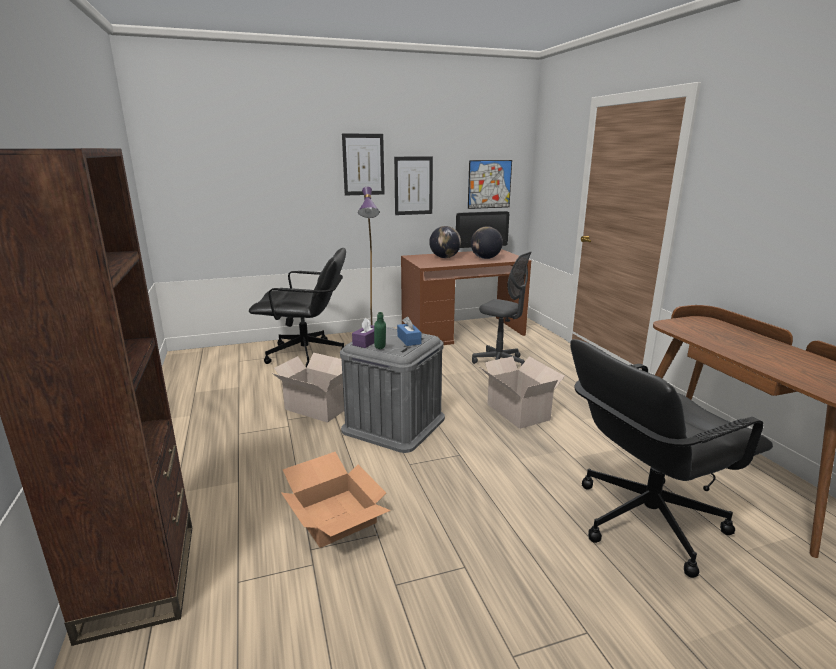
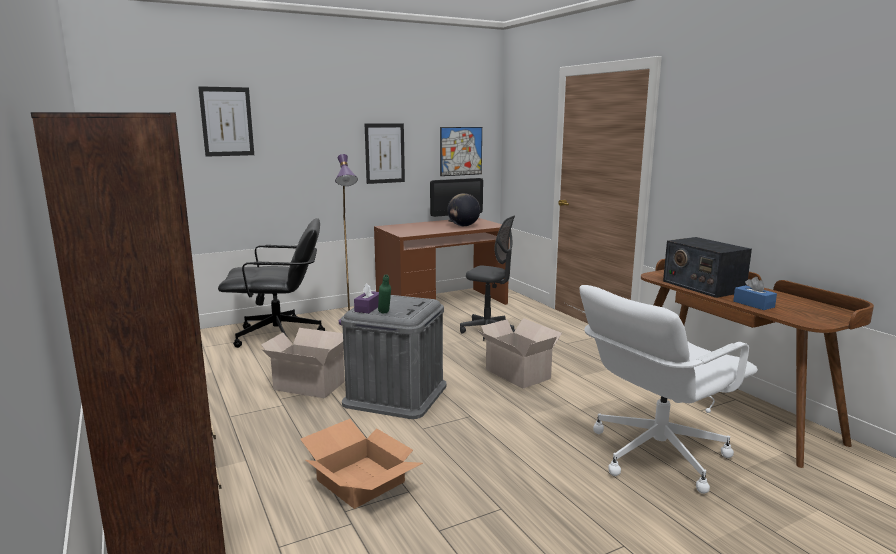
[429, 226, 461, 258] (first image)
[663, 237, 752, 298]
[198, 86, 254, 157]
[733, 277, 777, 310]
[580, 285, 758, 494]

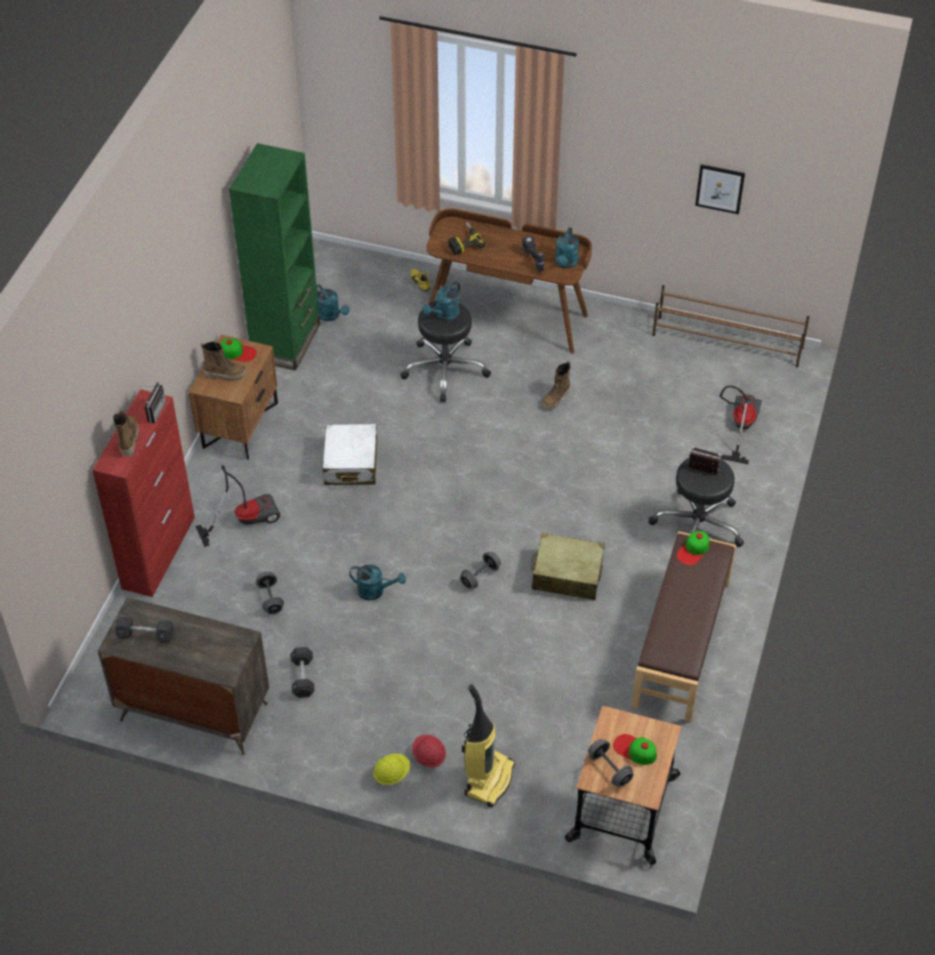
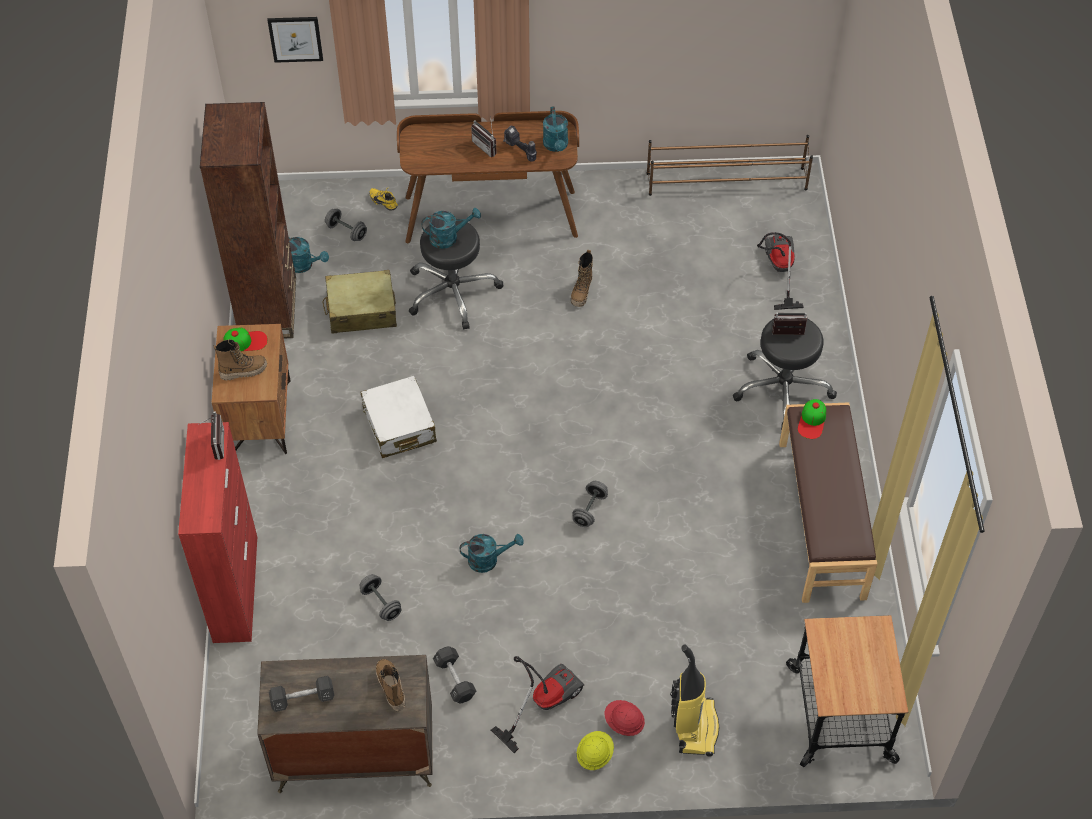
[448, 222, 485, 255] (first image)
[613, 734, 657, 765] (first image)
[471, 115, 497, 157]
[376, 659, 405, 712]
[491, 656, 584, 753]
[323, 270, 397, 334]
[325, 209, 367, 241]
[268, 17, 323, 63]
[200, 102, 296, 338]
[421, 208, 481, 249]

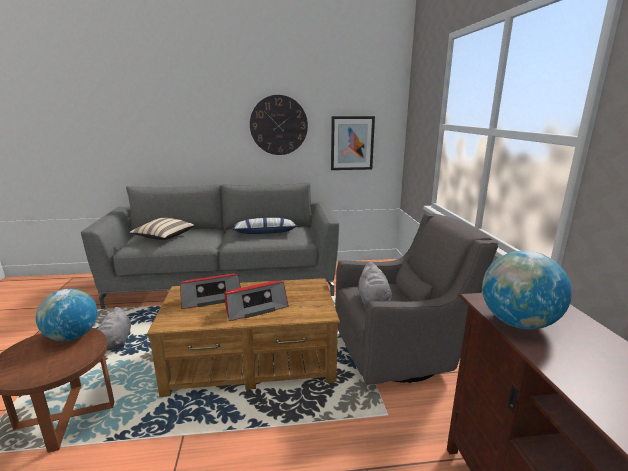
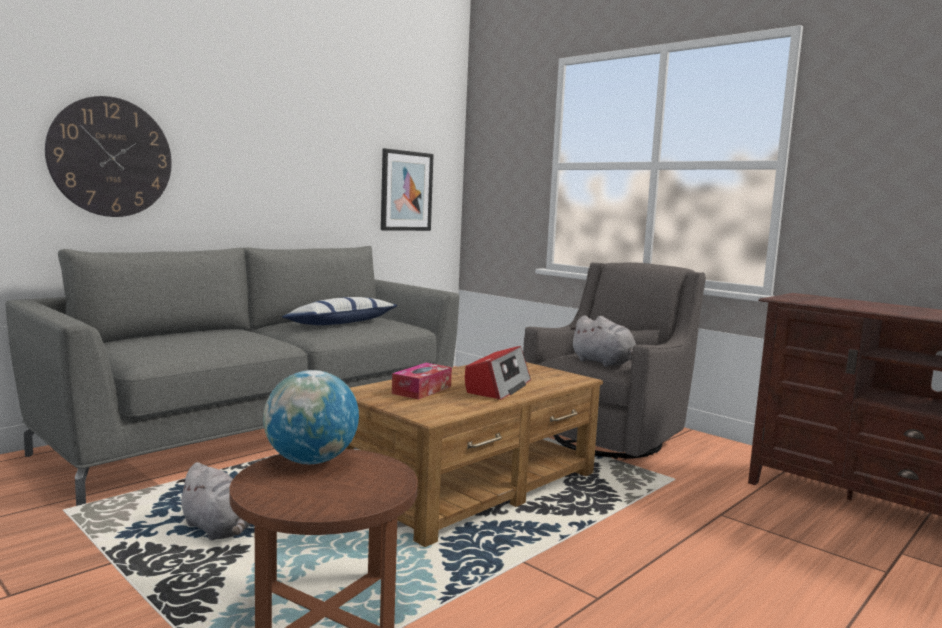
[129, 218, 194, 240] (first image)
[482, 251, 572, 329] (first image)
[45, 96, 172, 217]
[392, 363, 452, 400]

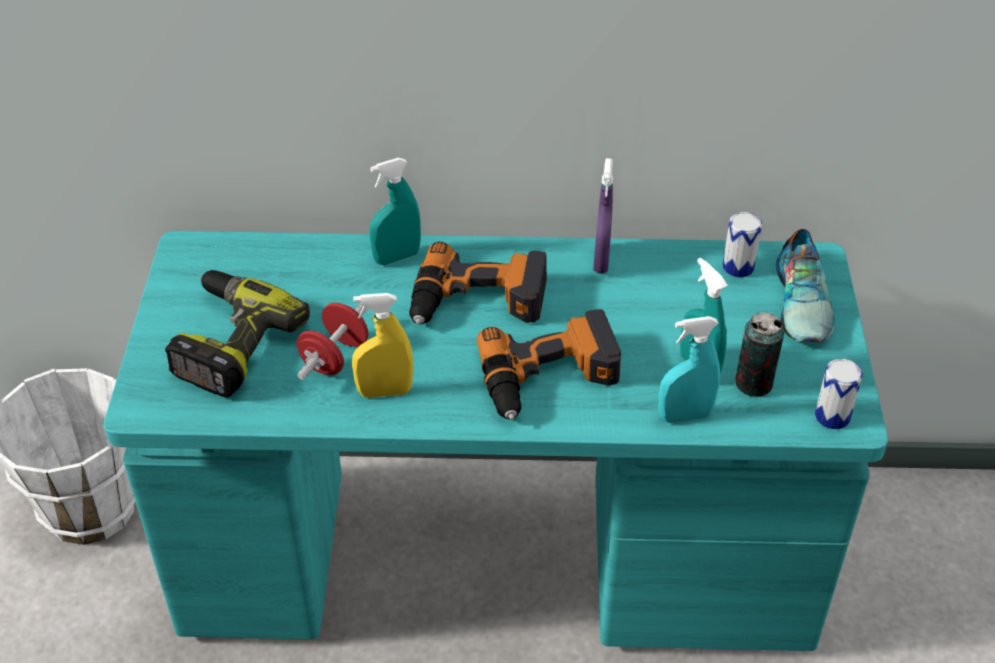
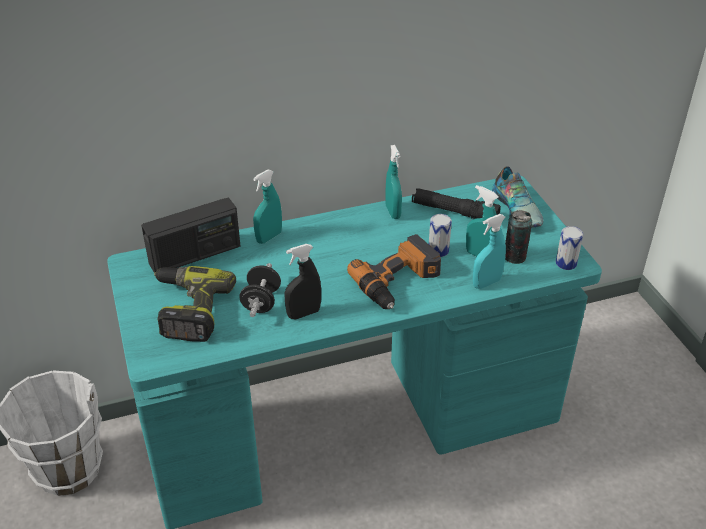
[409, 242, 547, 325] (first image)
[141, 198, 240, 272]
[412, 188, 501, 219]
[429, 214, 452, 257]
[240, 263, 281, 317]
[285, 244, 321, 319]
[385, 145, 402, 219]

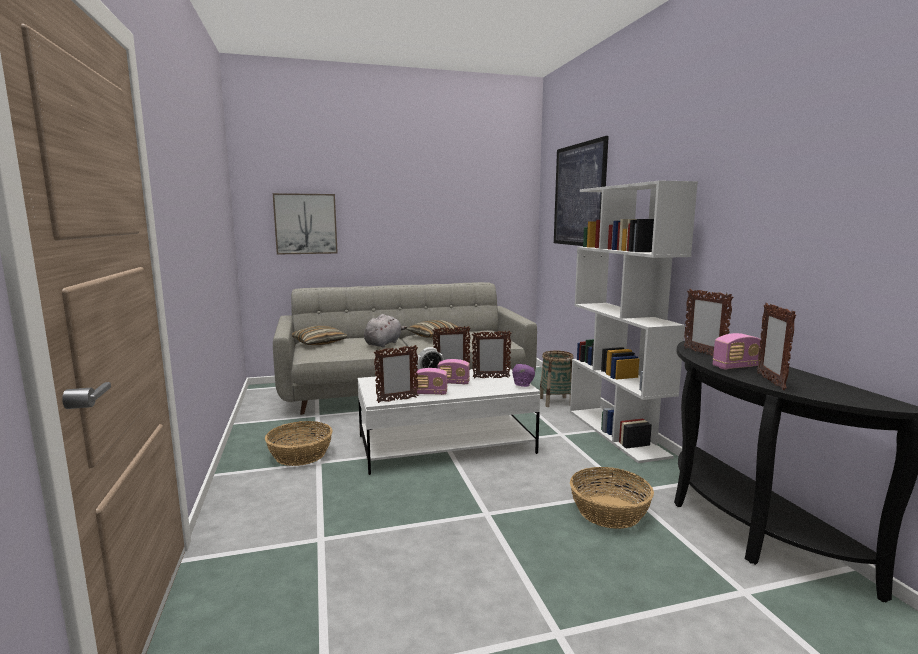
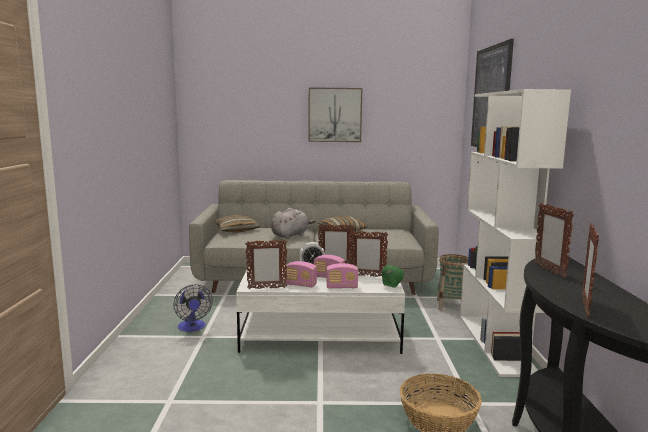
[308, 87, 362, 142]
[326, 263, 358, 288]
[173, 284, 213, 332]
[382, 265, 404, 288]

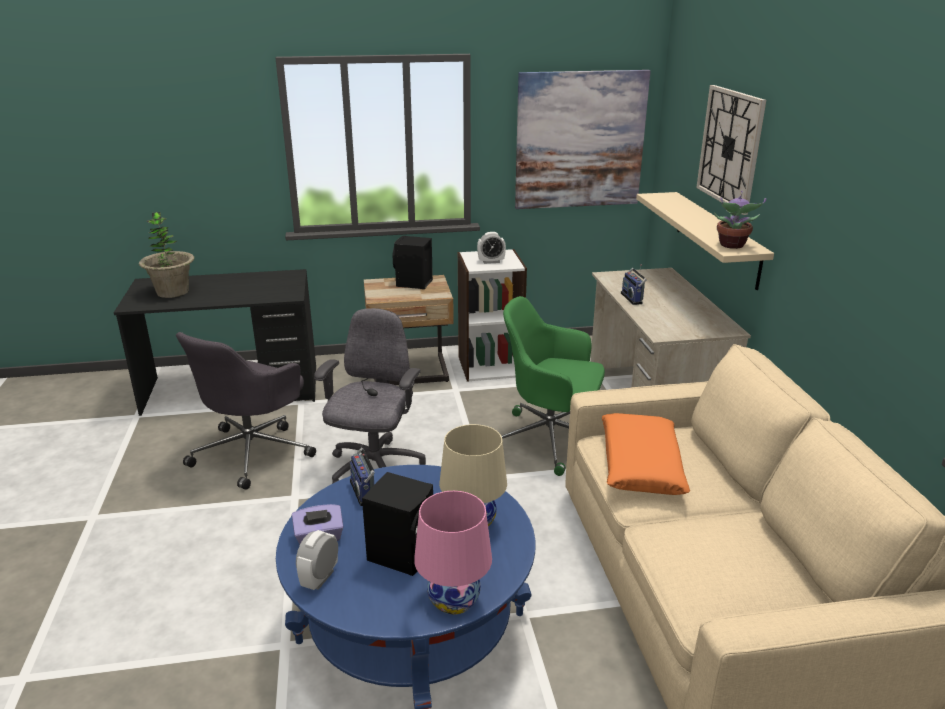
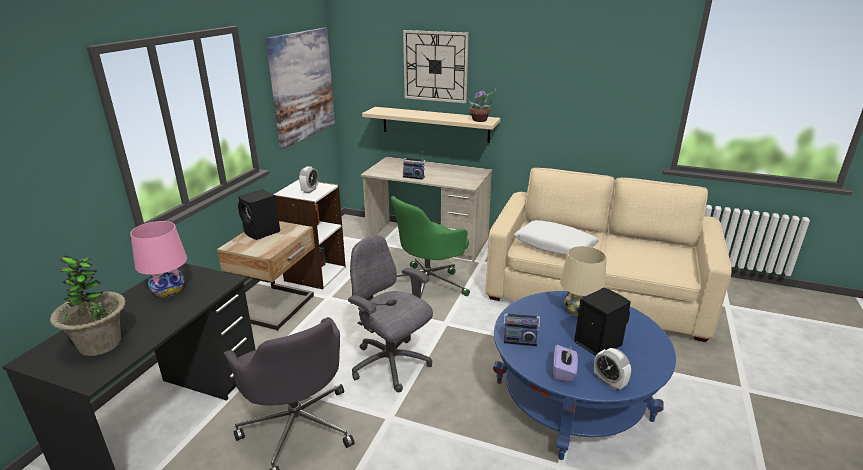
[130, 221, 187, 298]
[514, 220, 599, 255]

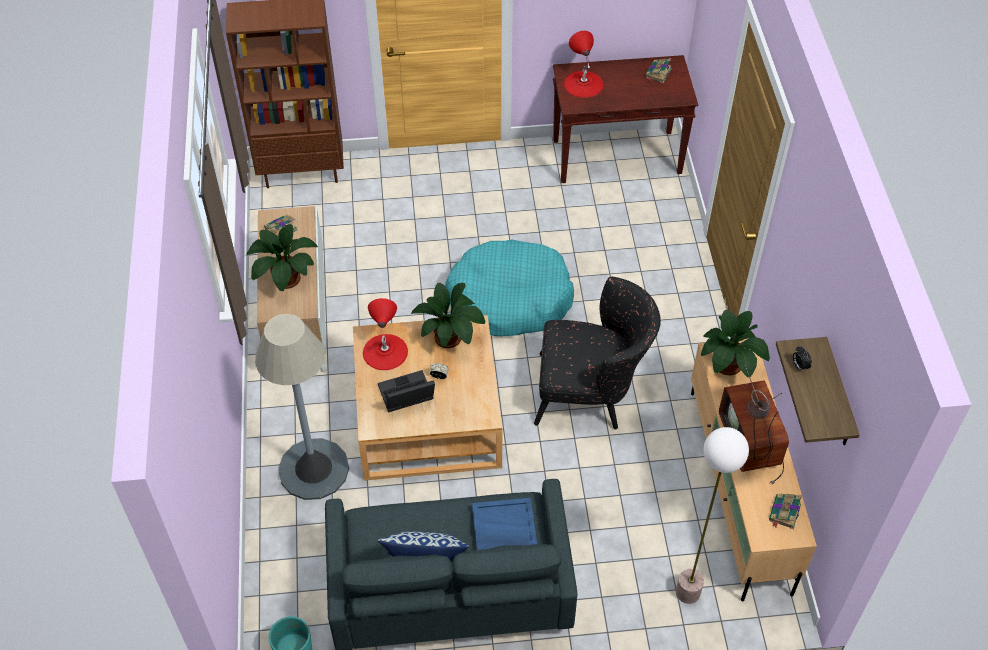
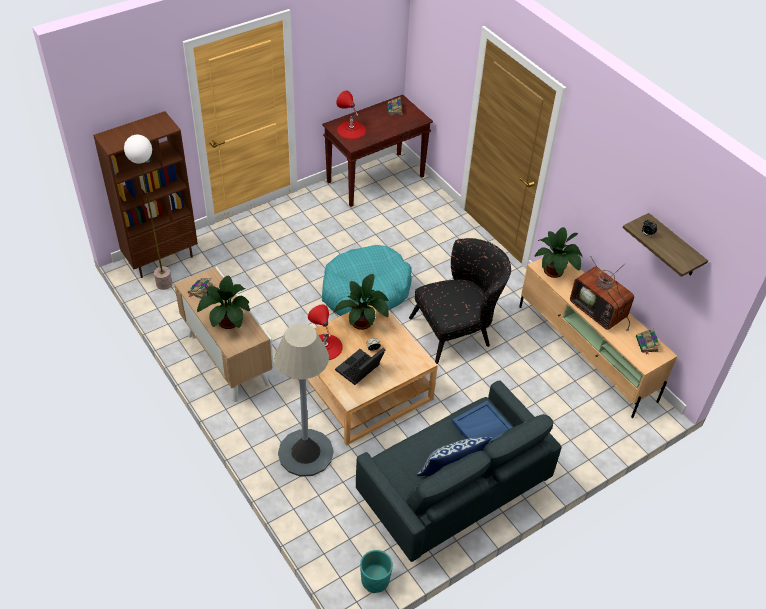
[124, 135, 172, 290]

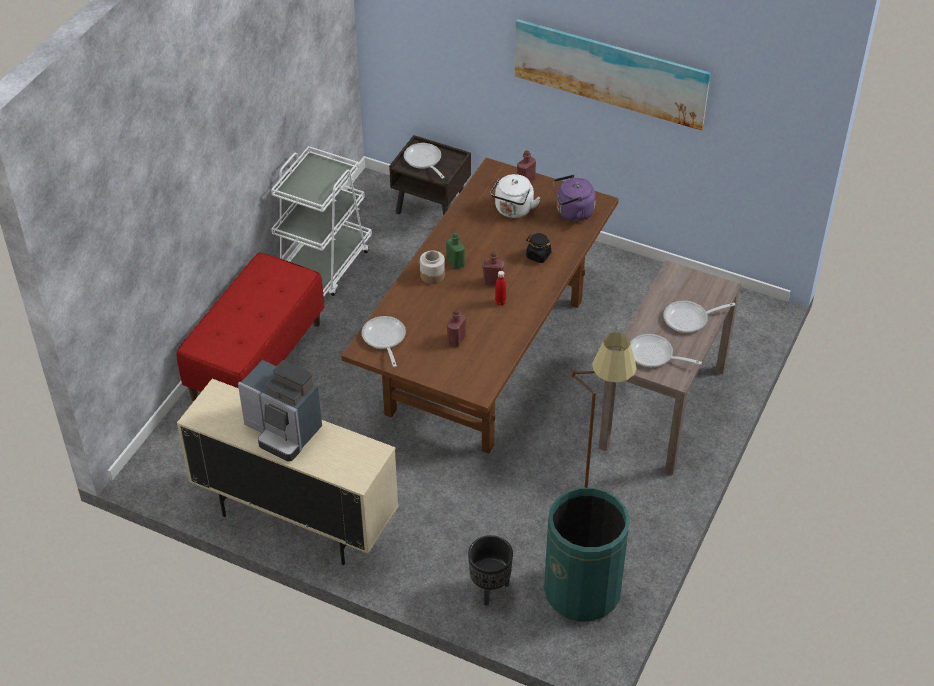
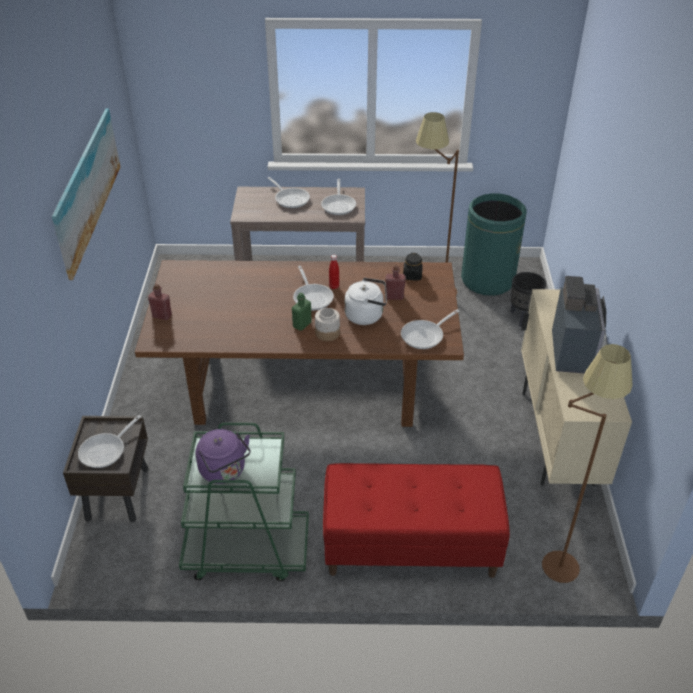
[542, 344, 632, 583]
[345, 278, 387, 325]
[403, 253, 423, 280]
[196, 429, 251, 484]
[293, 266, 334, 311]
[179, 422, 309, 581]

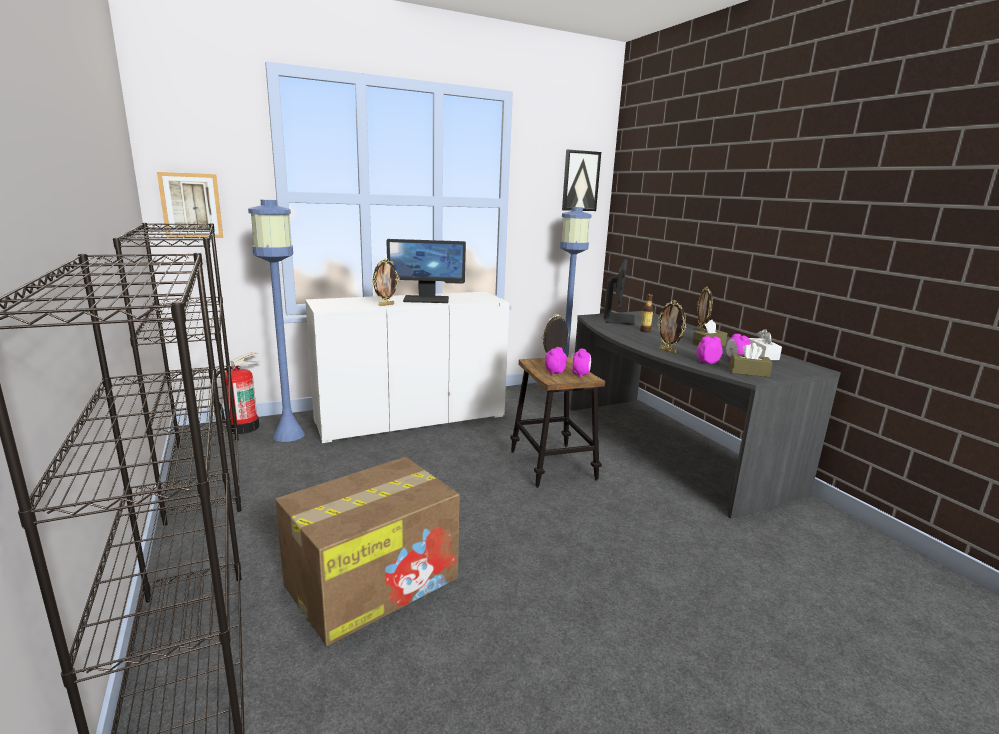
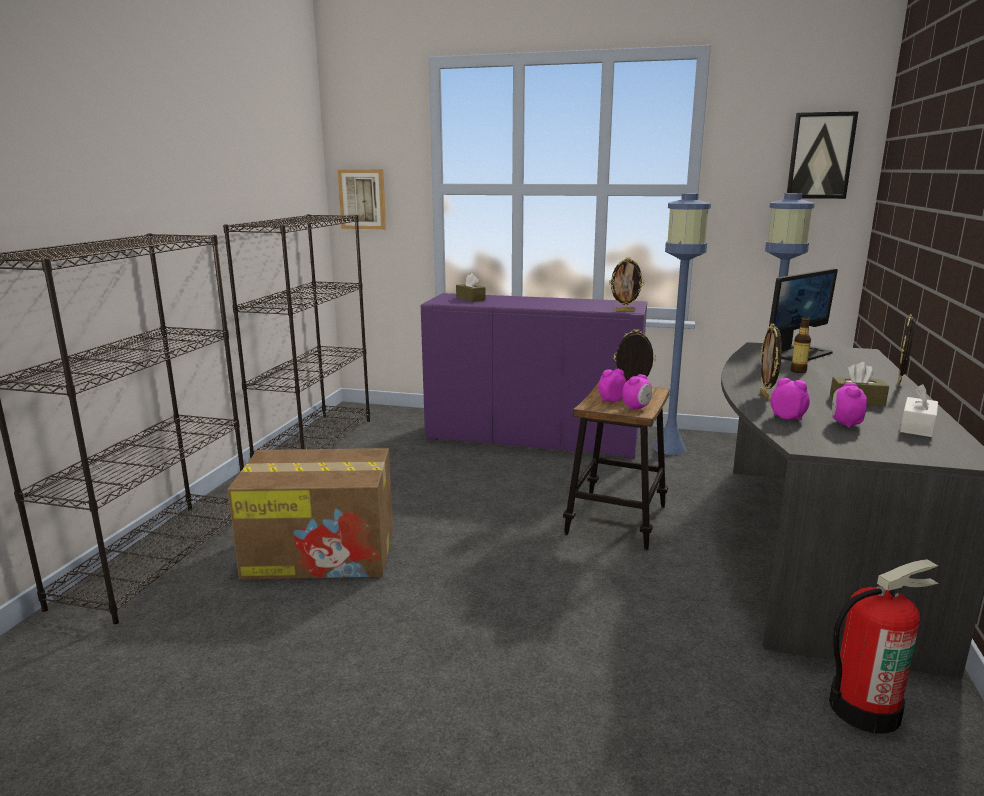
[386, 239, 466, 303] (first image)
[829, 559, 939, 734]
[653, 193, 711, 455]
[609, 257, 644, 312]
[456, 273, 486, 302]
[421, 293, 647, 459]

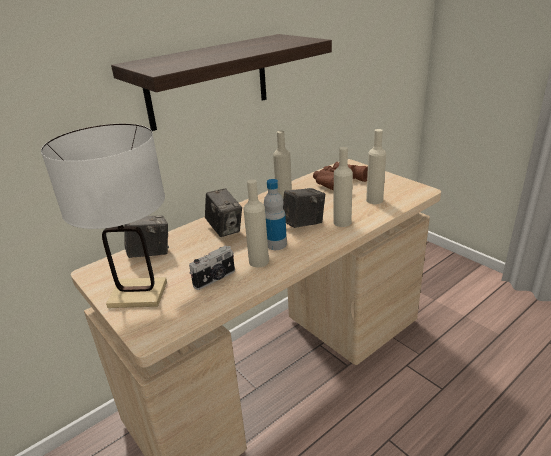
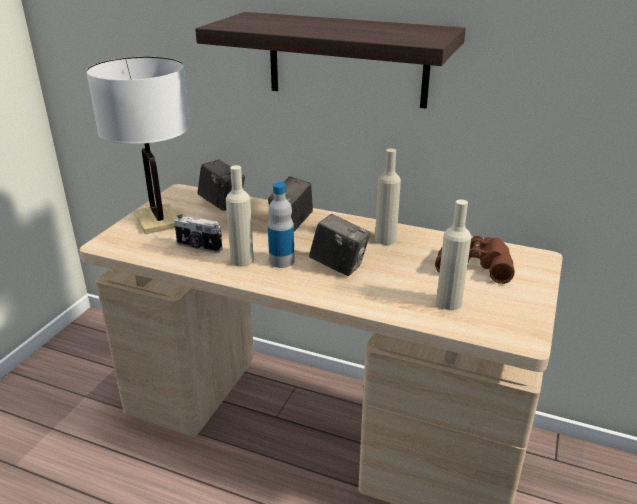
[333, 147, 353, 227] (first image)

